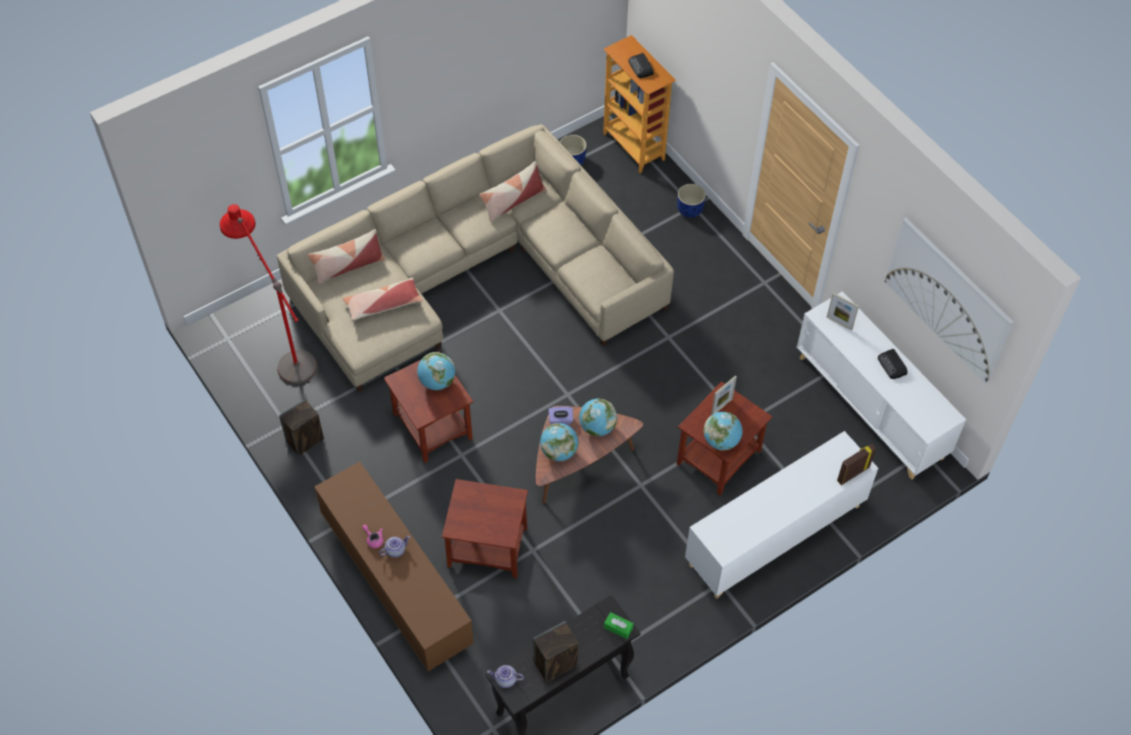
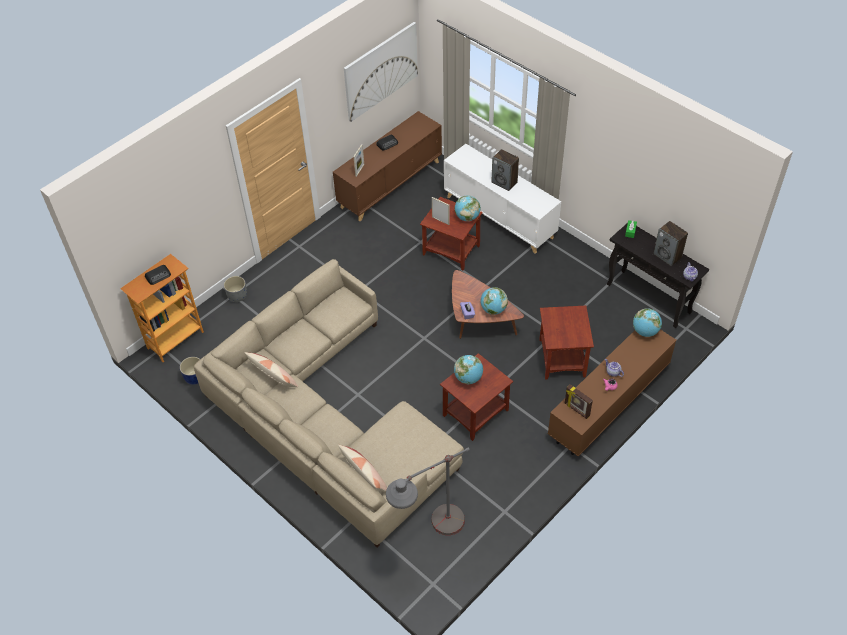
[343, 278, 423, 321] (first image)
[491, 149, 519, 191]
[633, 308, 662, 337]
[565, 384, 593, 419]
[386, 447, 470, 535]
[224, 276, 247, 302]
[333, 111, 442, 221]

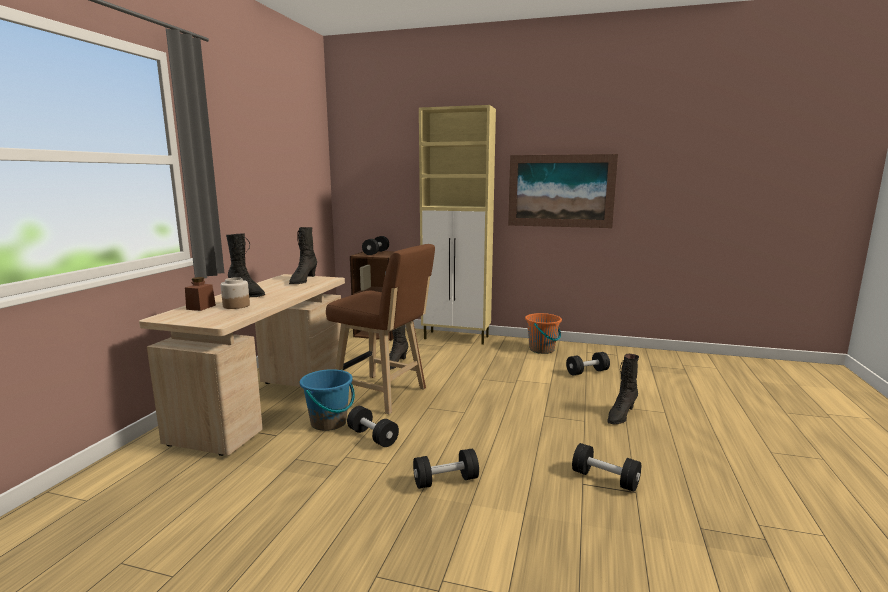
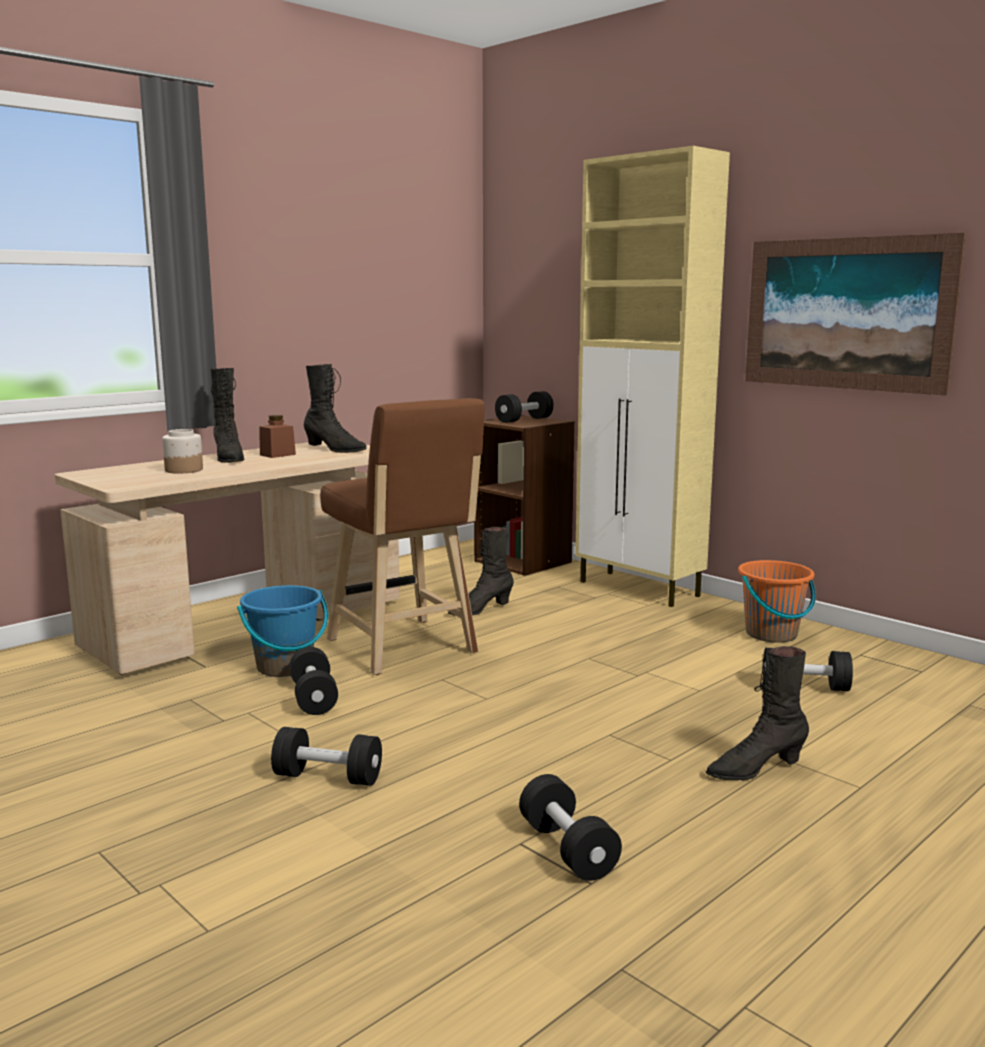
[260, 415, 296, 458]
[304, 364, 367, 453]

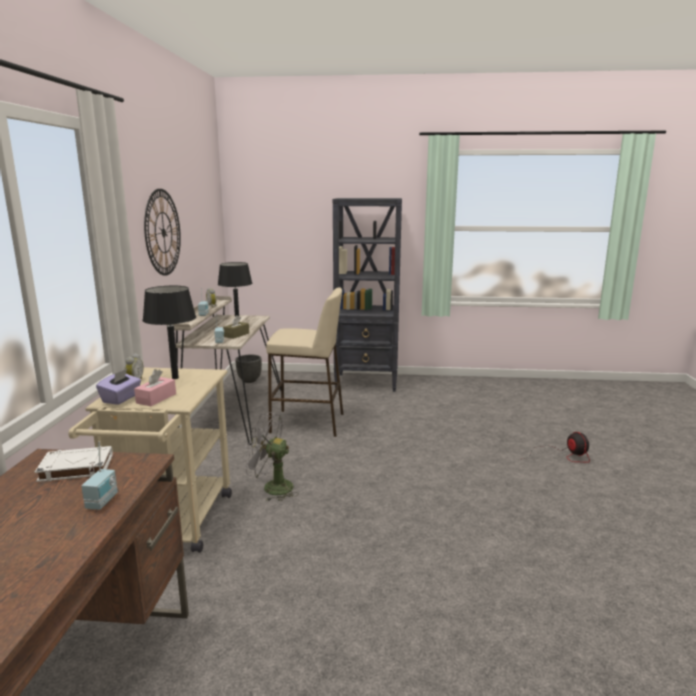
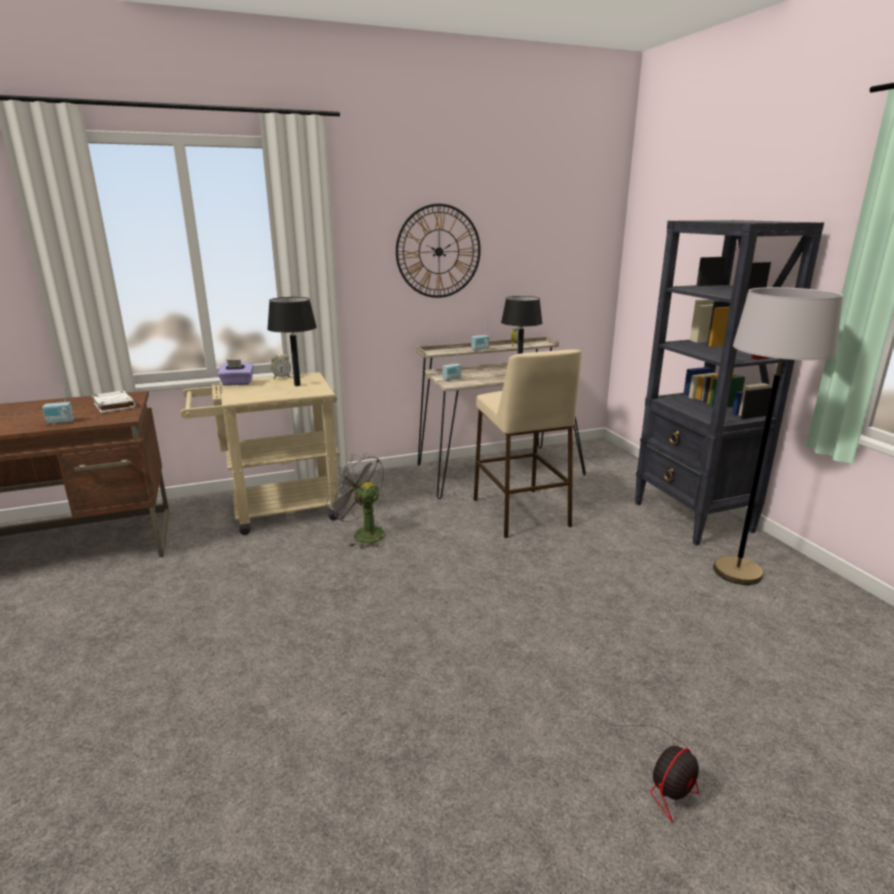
[134, 369, 176, 406] (first image)
[223, 315, 249, 339] (first image)
[235, 355, 262, 383] (first image)
[713, 287, 843, 585]
[326, 453, 385, 549]

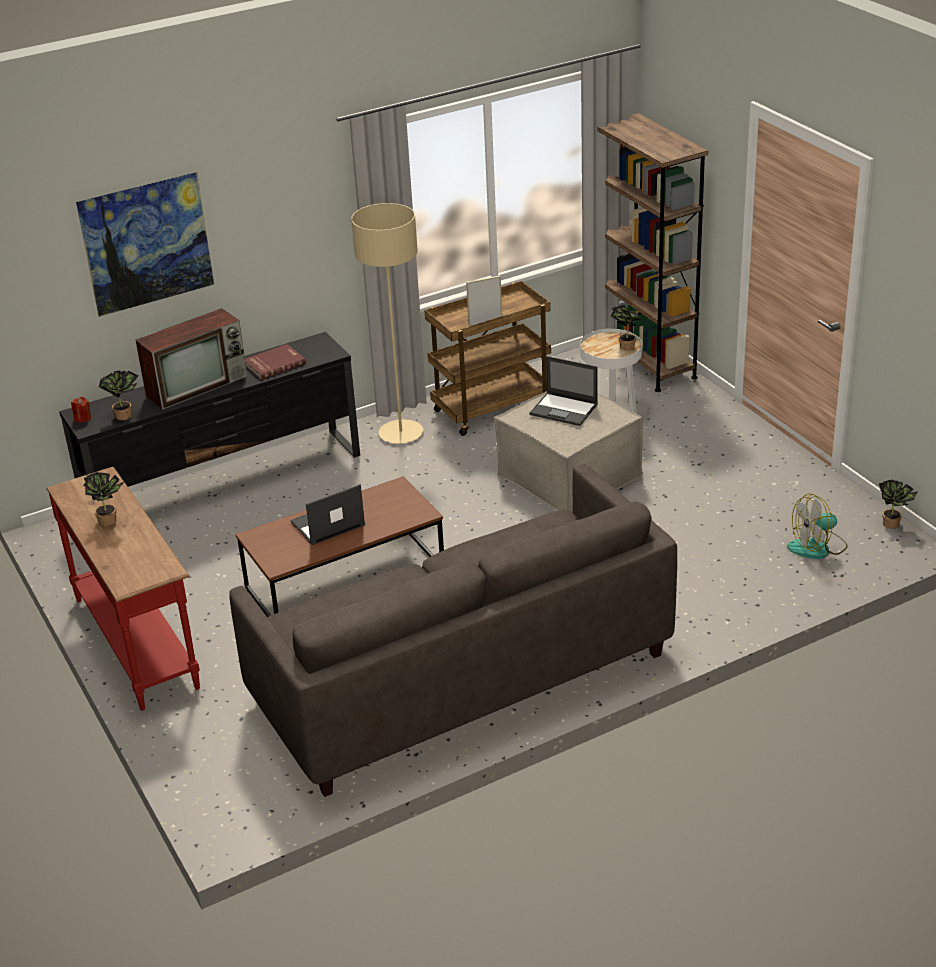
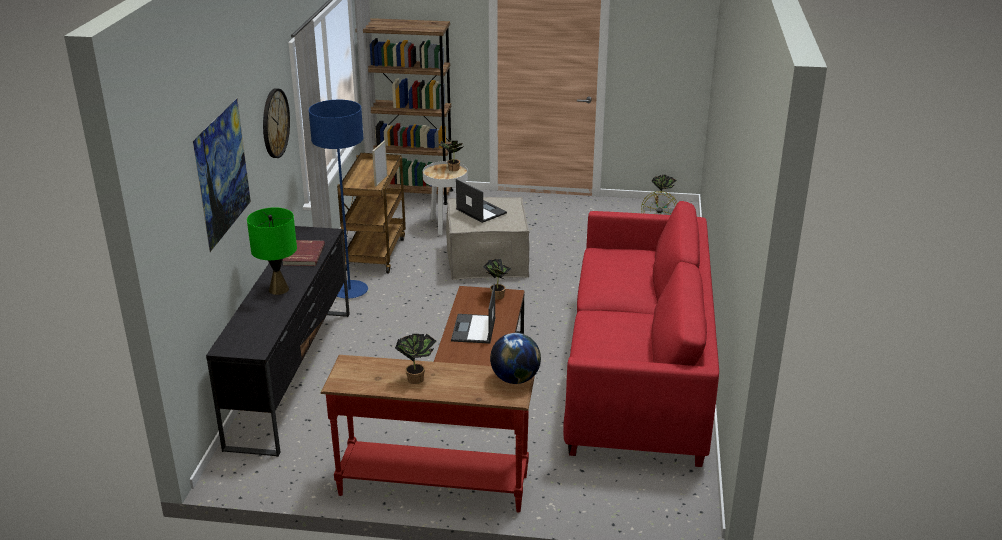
[71, 397, 91, 423] (first image)
[263, 88, 290, 158]
[490, 333, 541, 384]
[483, 259, 511, 300]
[247, 207, 297, 295]
[563, 201, 719, 467]
[309, 100, 368, 299]
[456, 179, 507, 223]

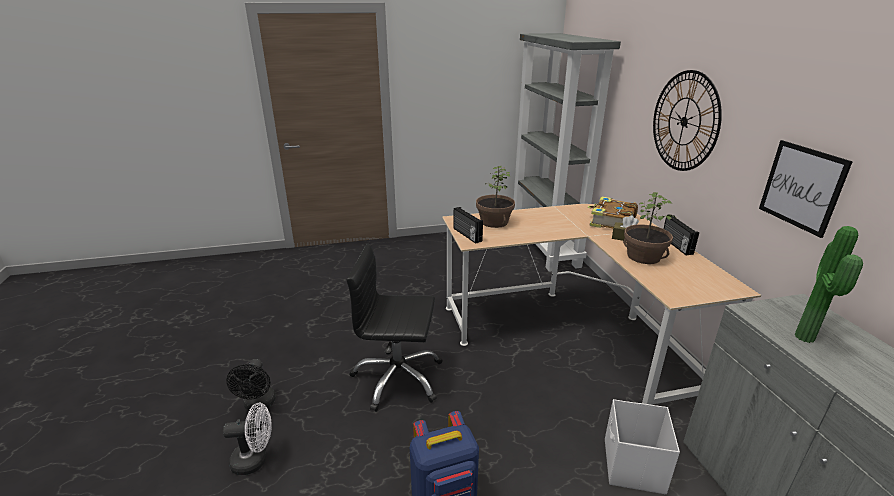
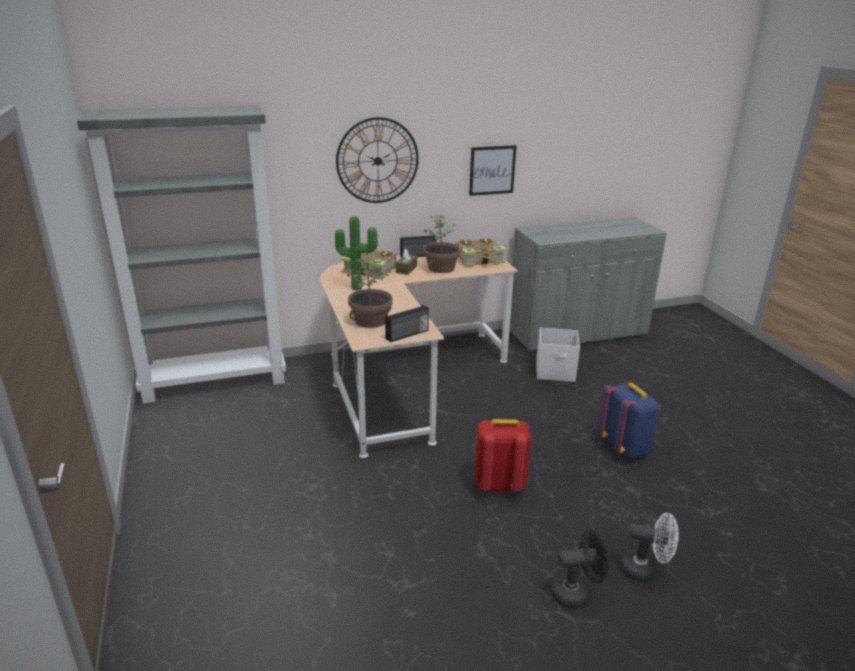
[456, 238, 506, 267]
[335, 216, 378, 291]
[475, 419, 532, 492]
[621, 513, 679, 582]

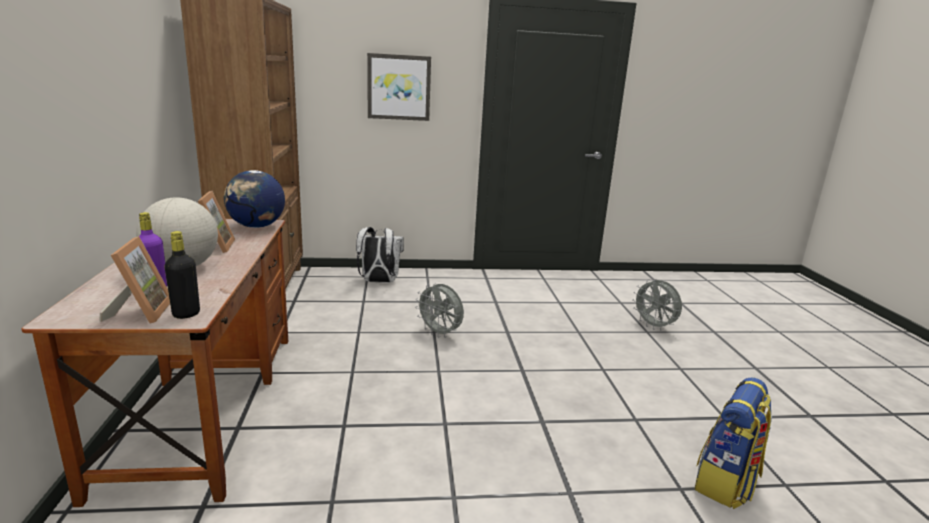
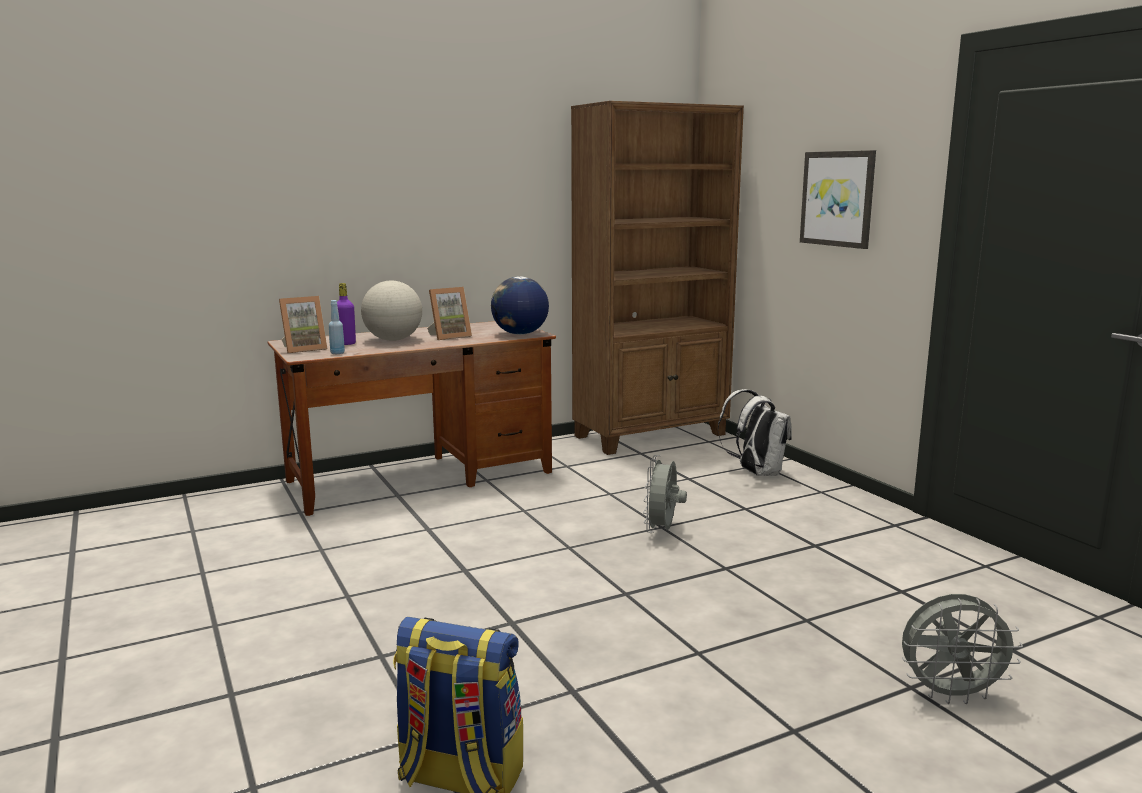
[164, 231, 200, 319] (first image)
[329, 300, 345, 354]
[902, 594, 1023, 704]

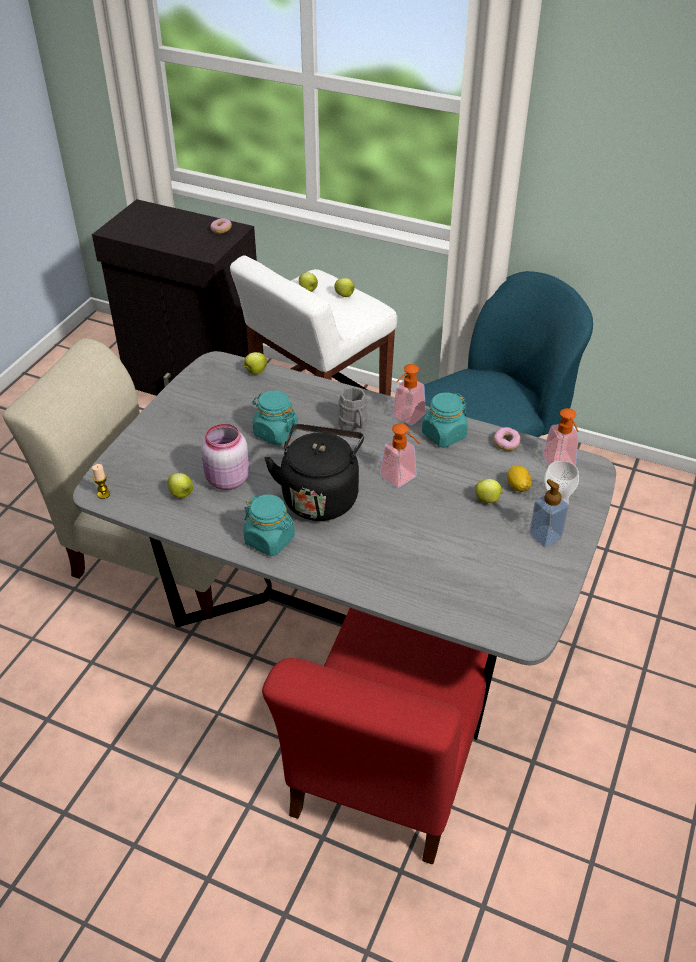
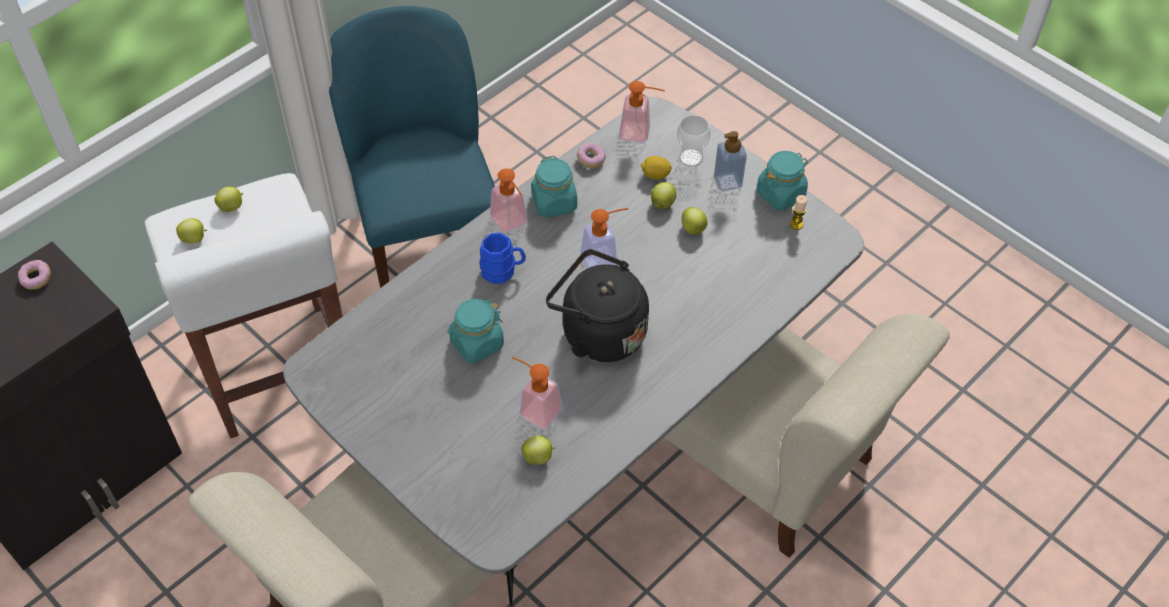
[790, 195, 807, 230]
[757, 151, 808, 211]
[682, 207, 708, 234]
[512, 357, 562, 430]
[664, 314, 950, 558]
[479, 233, 526, 284]

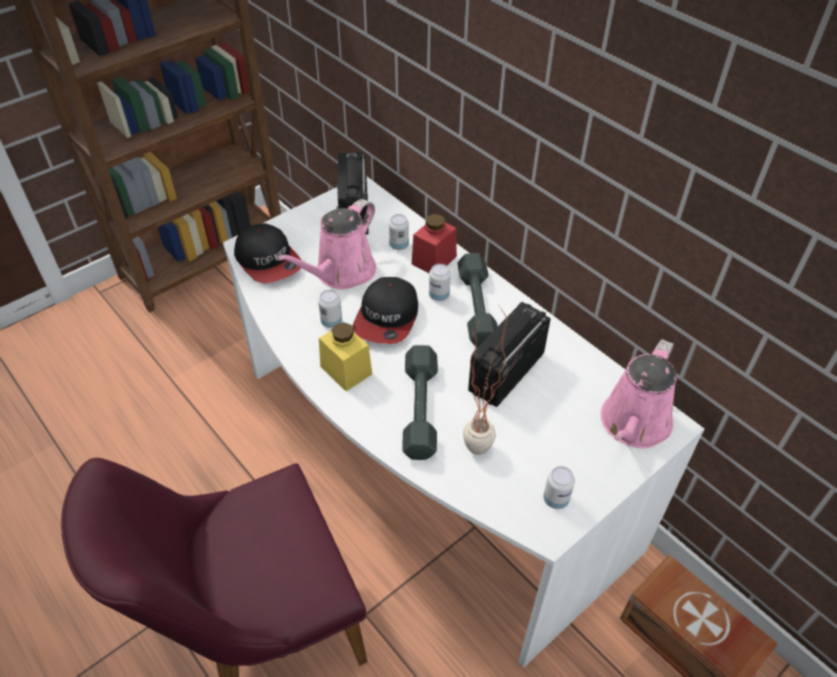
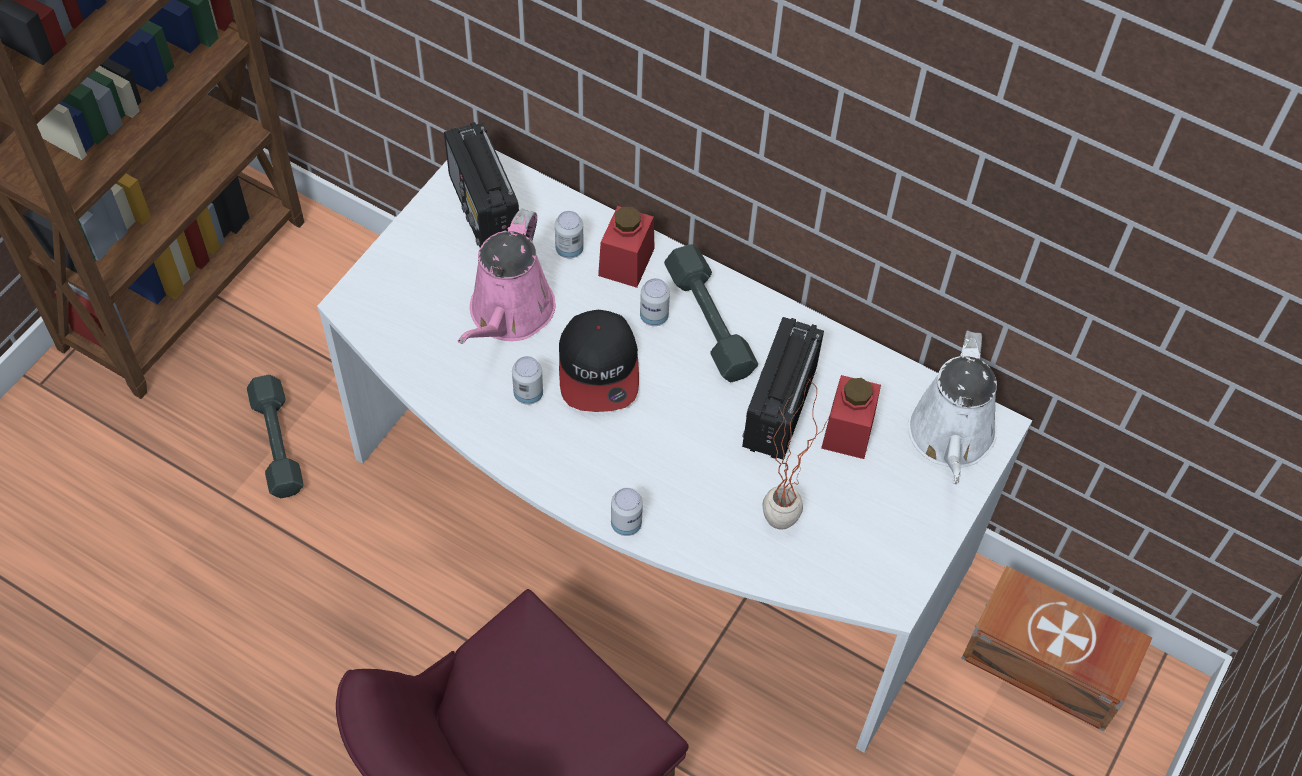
[234, 223, 301, 283] (first image)
[319, 322, 372, 391] (first image)
[821, 375, 881, 459]
[247, 374, 304, 498]
[611, 488, 643, 536]
[908, 330, 997, 485]

